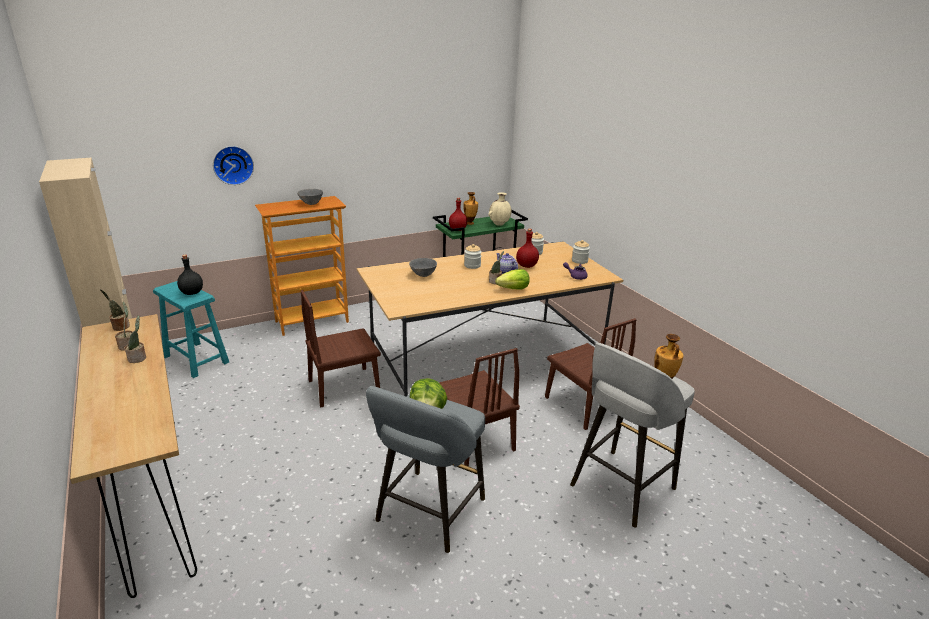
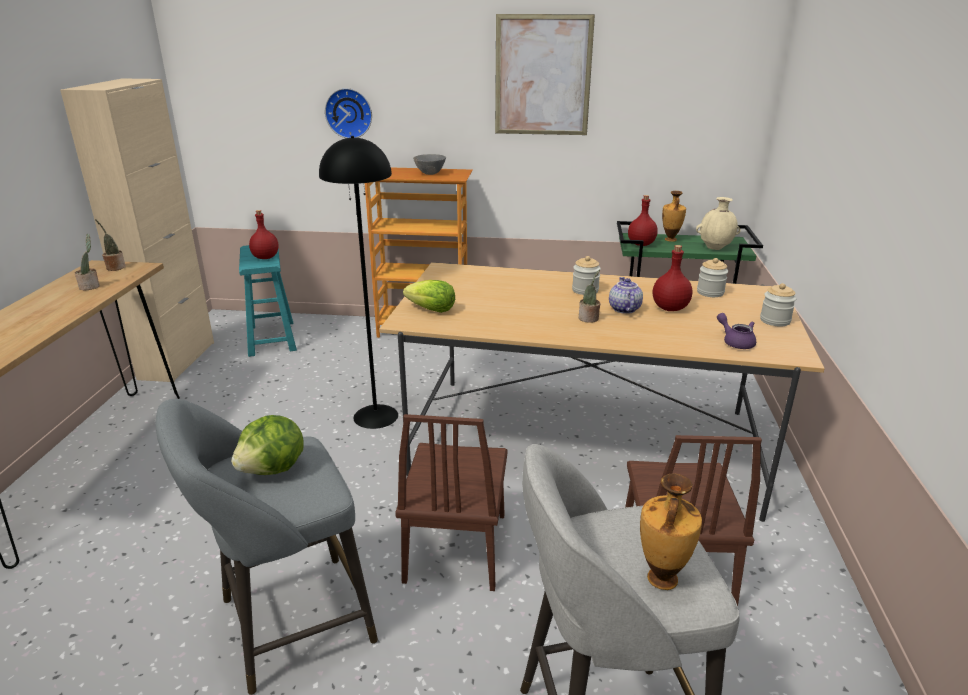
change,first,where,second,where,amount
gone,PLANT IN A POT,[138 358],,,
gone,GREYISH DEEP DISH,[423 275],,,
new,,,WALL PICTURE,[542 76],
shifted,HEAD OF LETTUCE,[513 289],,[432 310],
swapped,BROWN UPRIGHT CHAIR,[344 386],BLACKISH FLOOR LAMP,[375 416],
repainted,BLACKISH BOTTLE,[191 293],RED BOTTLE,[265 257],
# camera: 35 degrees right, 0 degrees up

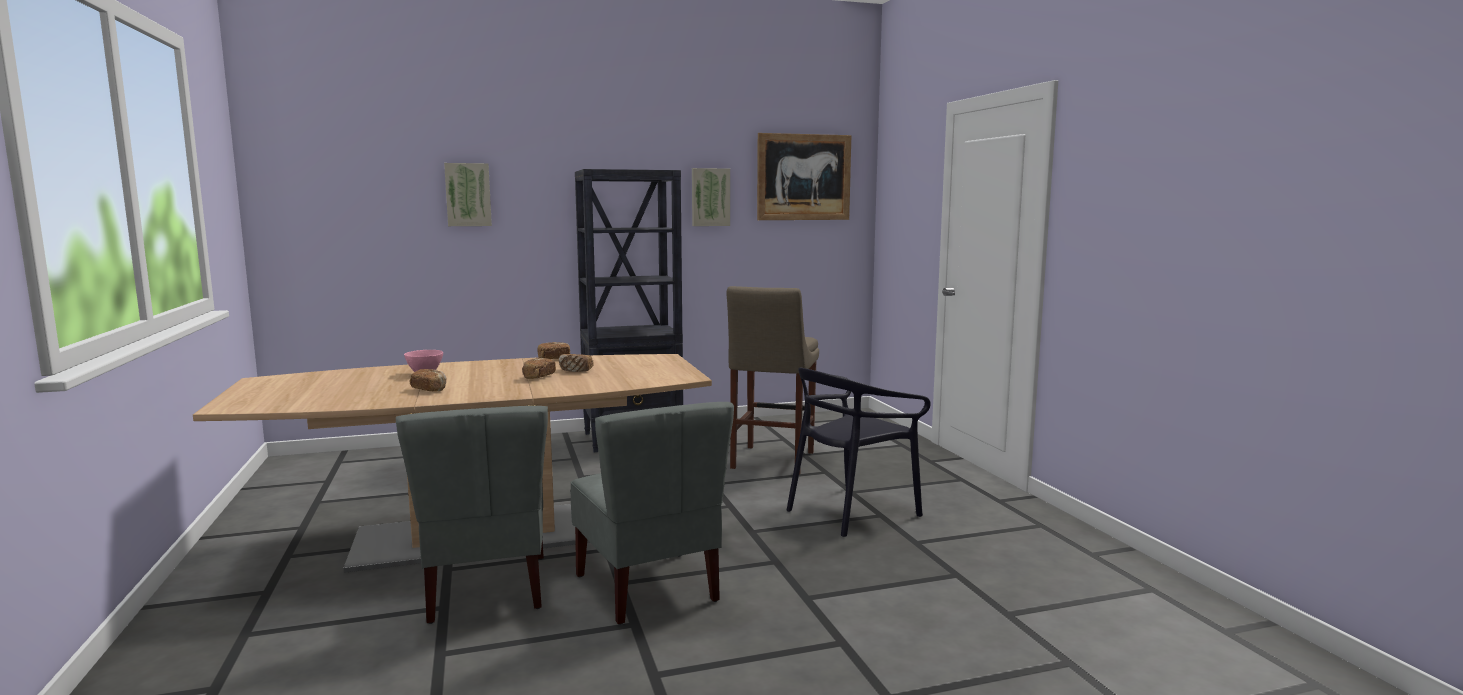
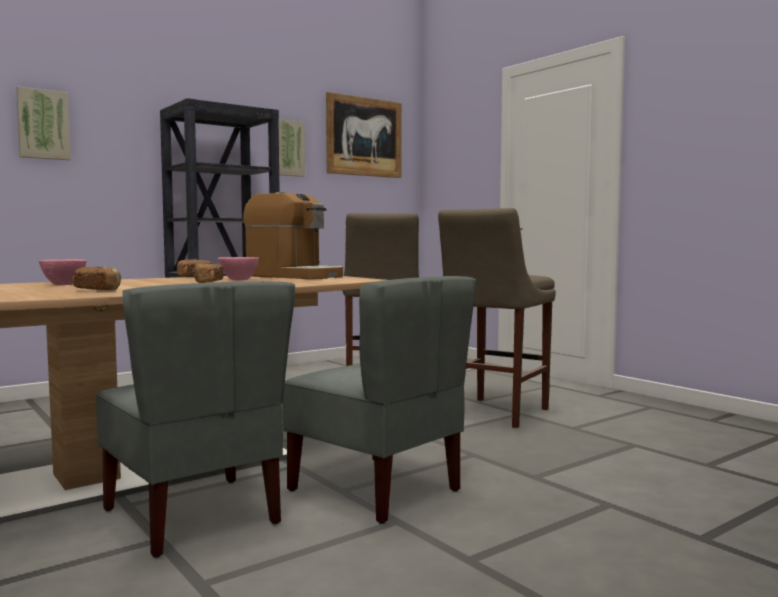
change,first,where,second,where,amount
new,,,COFFEE MACHINE,[295 276],
swapped,BREAD,[575 370],PINK-COLOURED DEEP DISH,[238 280],
swapped,BLACKISH UPRIGHT CHAIR,[851 511],BEIGE-COLOURED STOOL SEAT,[493 413],
# camera: 20 degrees left, 5 degrees down

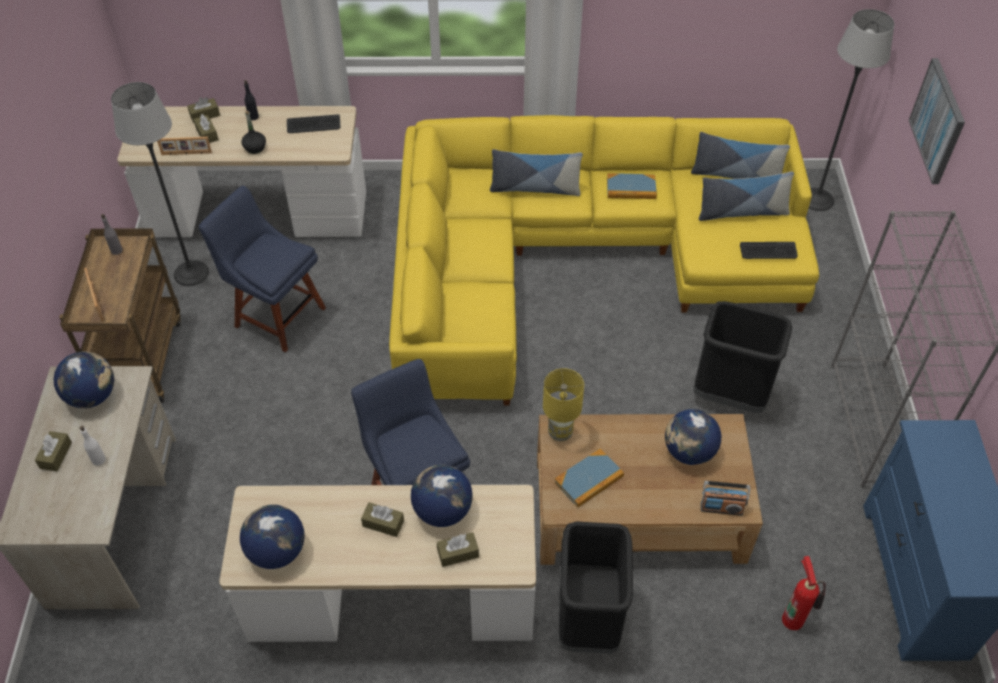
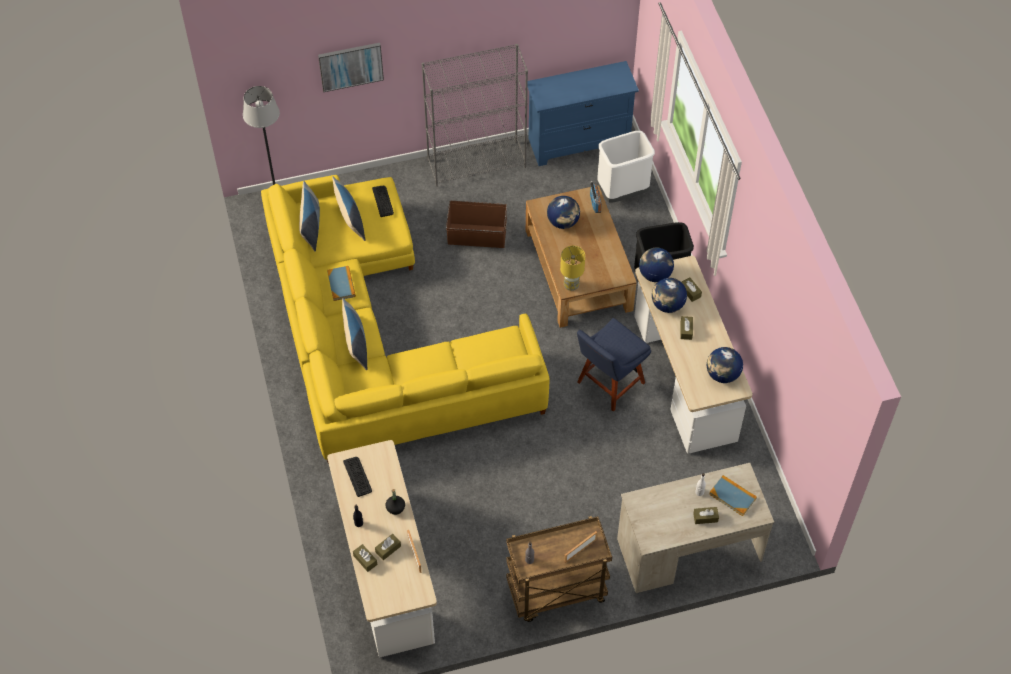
change,first,where,second,where,amount
gone,FLOOR LAMP,[191 273],,,
gone,BLUE-COLOURED UPRIGHT CHAIR,[276 315],,,
shifted,WORLD GLOBE,[92 396],,[654 275],
shifted,VOLUME,[589 479],,[732 496],
swapped,BLACKISH TRASH CAN,[730 395],BROWN STORAGE BIN,[476 235],
swapped,FIRE EXTINGUISHER,[794 618],WHITE-COLOURED TRASH CAN,[622 191],
# camera: 105 degrees left, 5 degrees up

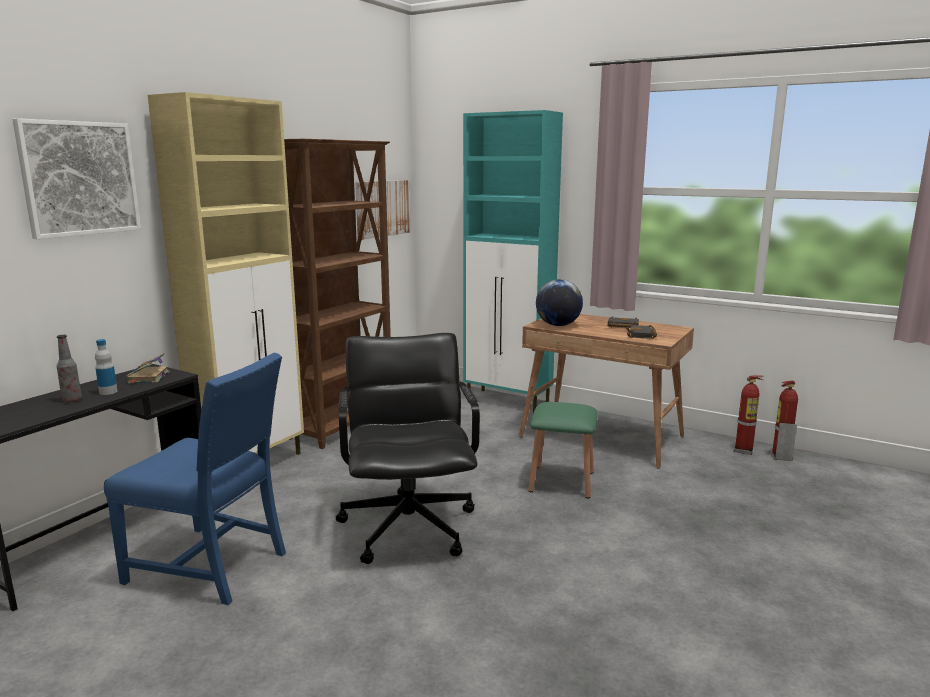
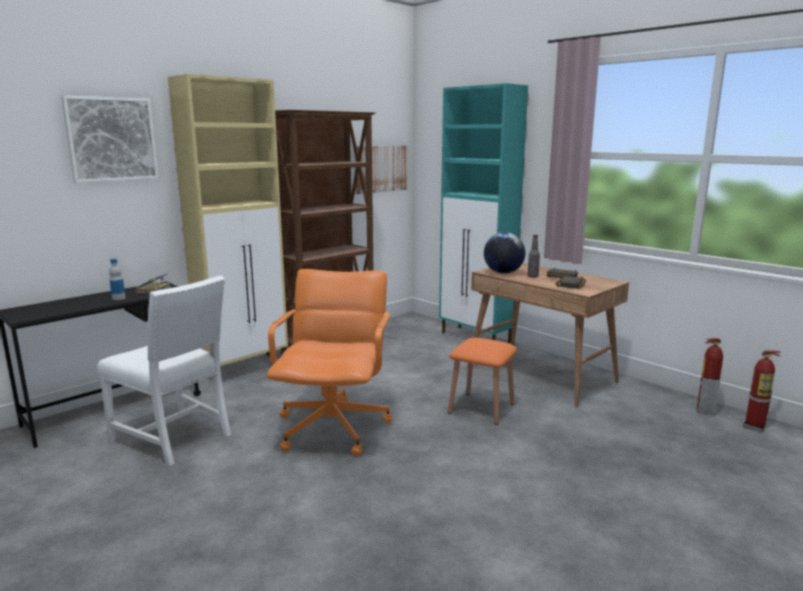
change,first,where,second,where,amount
shifted,BOTTLE,[72 400],,[532 276],
shifted,FIRE EXTINGUISHER,[744 450],,[754 427],
repainted,BLUE-COLOURED UPRIGHT CHAIR,[212 566],WHITE-COLOURED UPRIGHT CHAIR,[175 437],
repainted,BLACKISH COMPUTER CHAIR,[409 526],ORANGE COMPUTER CHAIR,[334 428],
repainted,GREEN STOOL SEAT,[561 481],ORANGE STOOL SEAT,[481 408],
# camera: 15 degrees right, 0 degrees up

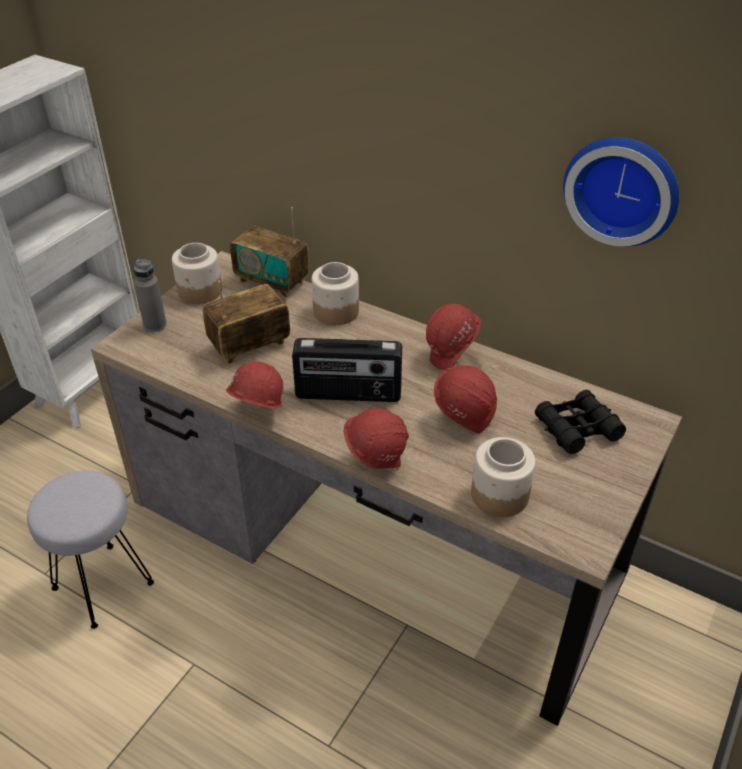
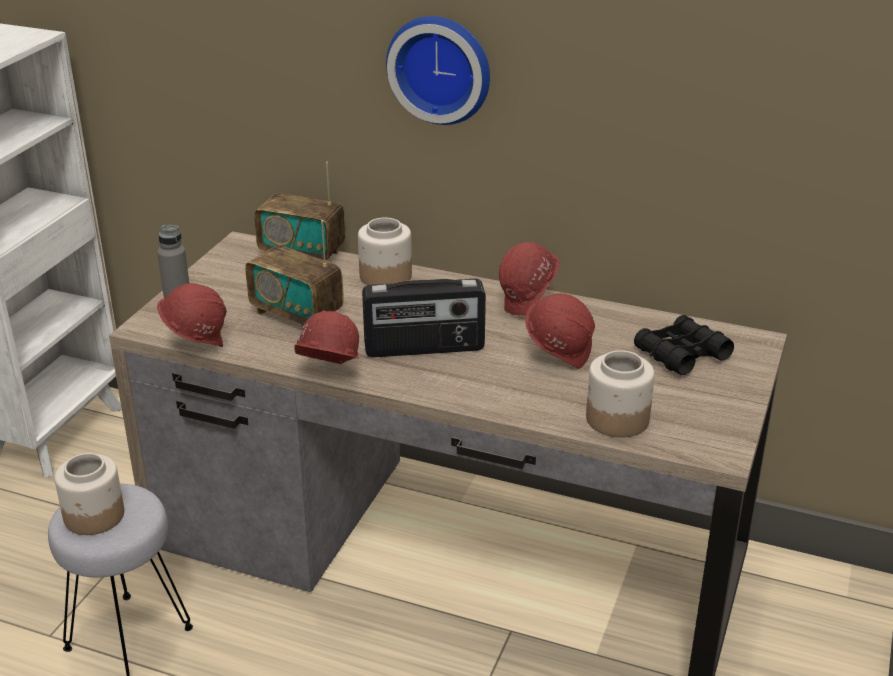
change,first,where,second,where,amount
shifted,STORAGE JAR,[200 291],,[94 516],
shifted,RED SAFETY HELMET,[375 462],,[196 346],
shifted,CLOCK ON THE WALL,[623 188],,[441 68],
rotated,RADIO,[249 345],,[297 315],105 degrees counterclockwise
# camera: 10 degrees left, 10 degrees down

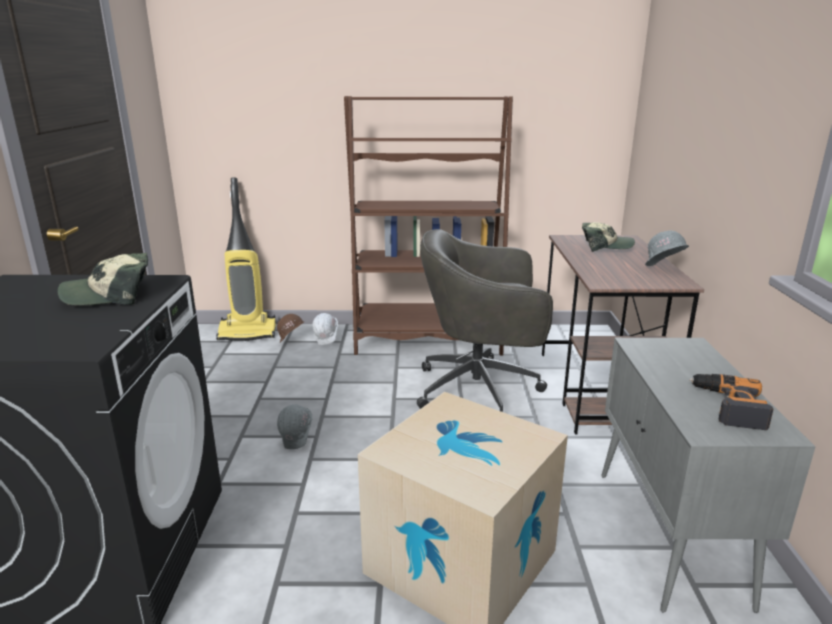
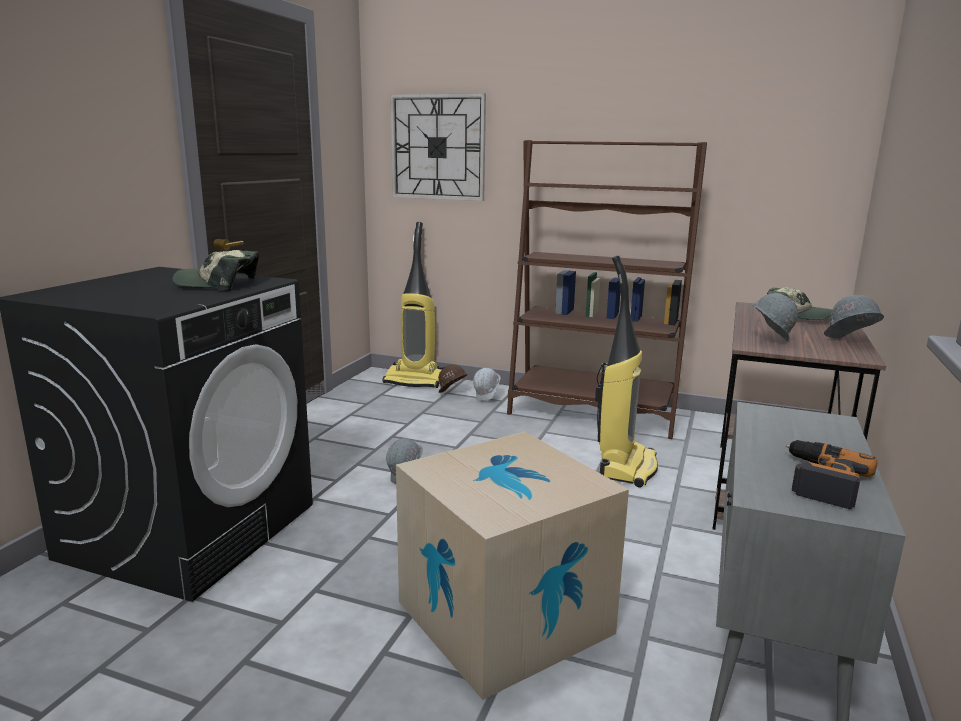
change,first,where,second,where,amount
new,,,CLOCK ON THE WALL,[438 147],
new,,,GREYISH SAFETY HELMET,[769 340],
swapped,GREYISH COMPUTER CHAIR,[481 389],VACUUM,[626 467],
# camera: 20 degrees right, 5 degrees down

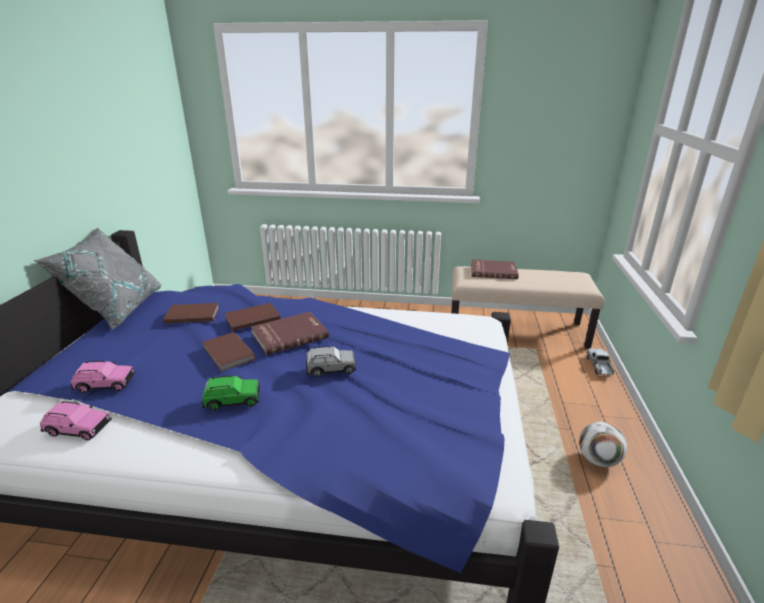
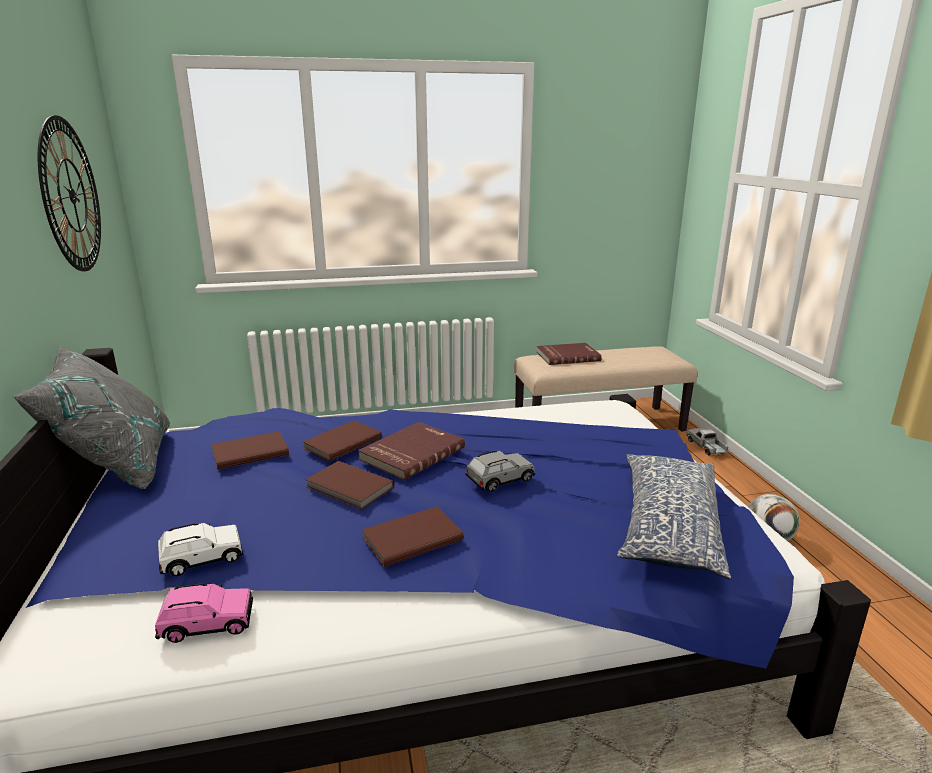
change,first,where,second,where,amount
new,,,CLOCK ON THE WALL,[71 195],
new,,,THROW PILLOW,[667 526],
swapped,GREEN MODEL CAR,[232 400],BROWN VOLUME,[410 538],
repainted,PINK-COLOURED MODEL CAR,[105 384],WHITE-COLOURED MODEL CAR,[202 559],
# camera: 20 degrees left, 5 degrees down

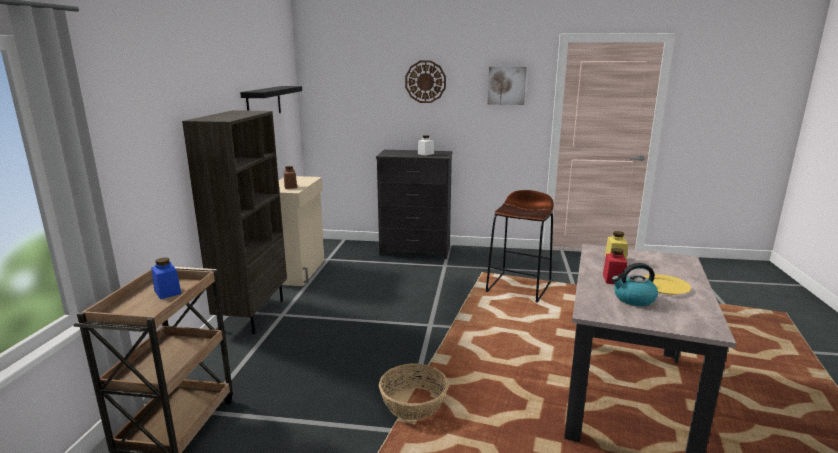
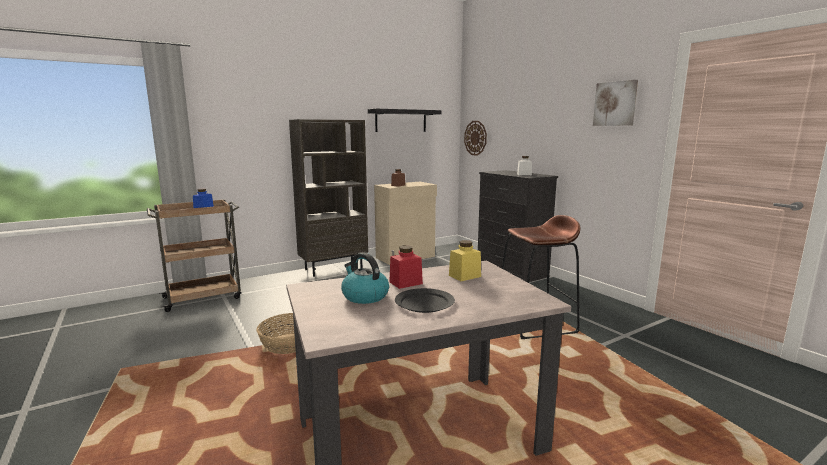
change,first,where,second,where,amount
shifted,CLOCK ON THE WALL,[425 82],,[475 138],
repainted,YELLOWISH DINNER PLATE,[664 287],BLACKISH DINNER PLATE,[424 303],
# camera: 50 degrees right, 5 degrees down

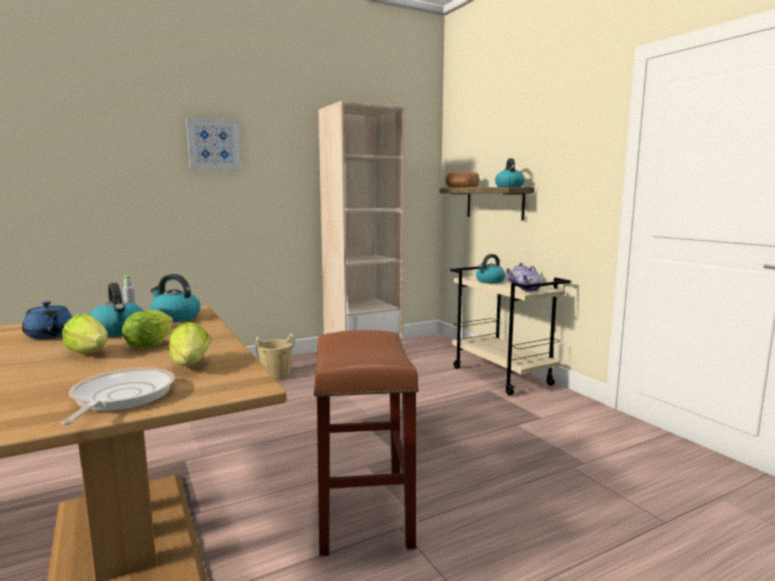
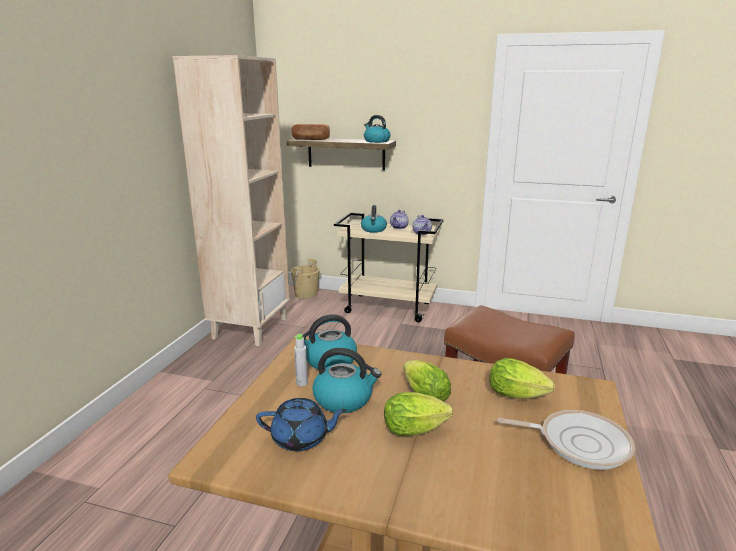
change,first,where,second,where,amount
gone,WALL PICTURE,[214 144],,,
shifted,BEIGE-COLOURED PAIL,[276 375],,[306 294],
rotated,PAN,[120 398],,[579 443],150 degrees clockwise
# camera: 45 degrees left, 10 degrees up

